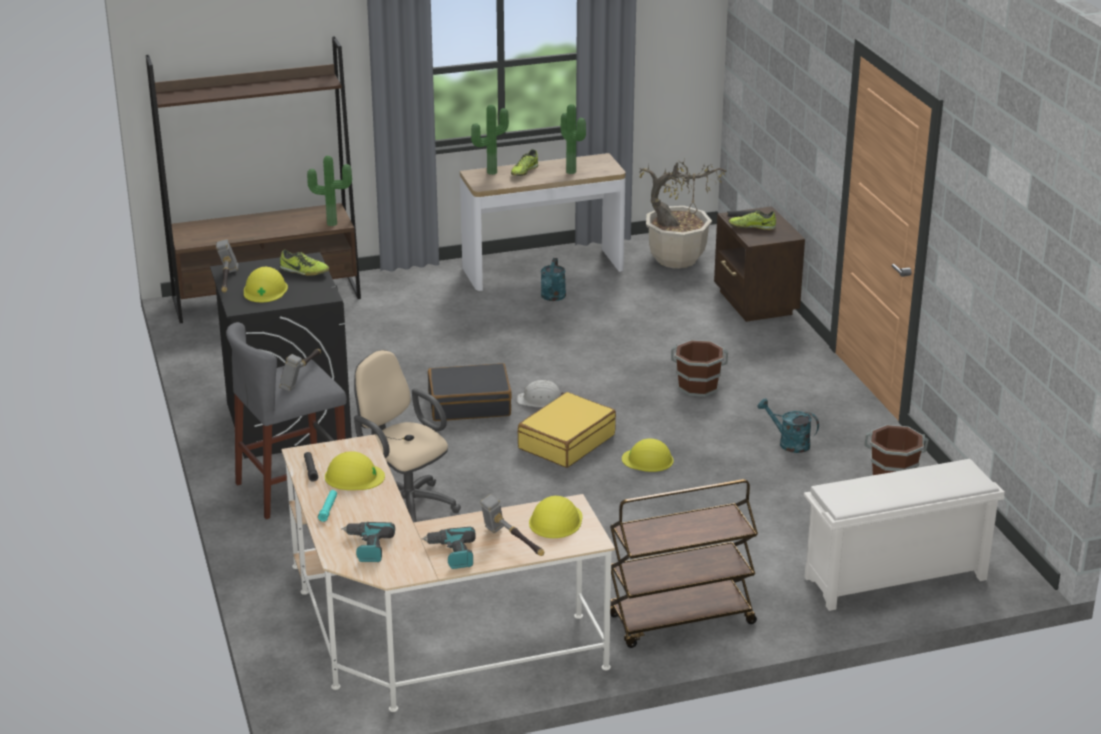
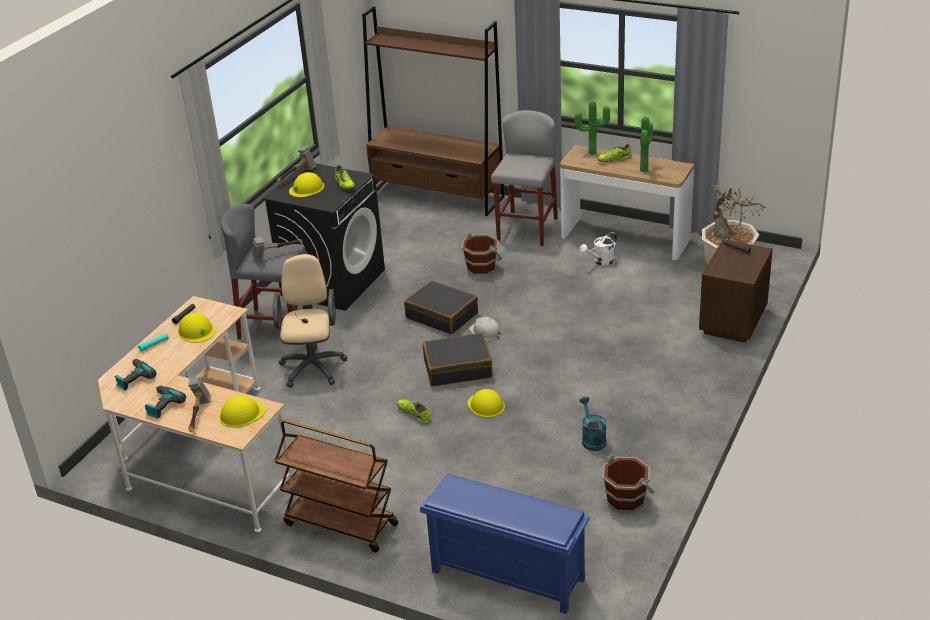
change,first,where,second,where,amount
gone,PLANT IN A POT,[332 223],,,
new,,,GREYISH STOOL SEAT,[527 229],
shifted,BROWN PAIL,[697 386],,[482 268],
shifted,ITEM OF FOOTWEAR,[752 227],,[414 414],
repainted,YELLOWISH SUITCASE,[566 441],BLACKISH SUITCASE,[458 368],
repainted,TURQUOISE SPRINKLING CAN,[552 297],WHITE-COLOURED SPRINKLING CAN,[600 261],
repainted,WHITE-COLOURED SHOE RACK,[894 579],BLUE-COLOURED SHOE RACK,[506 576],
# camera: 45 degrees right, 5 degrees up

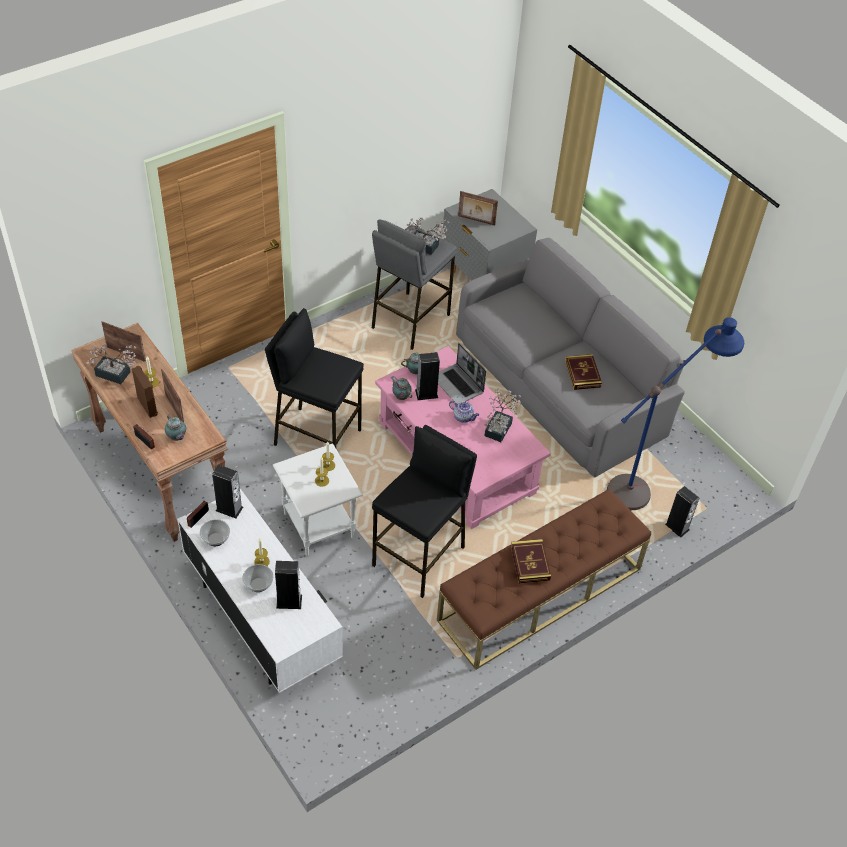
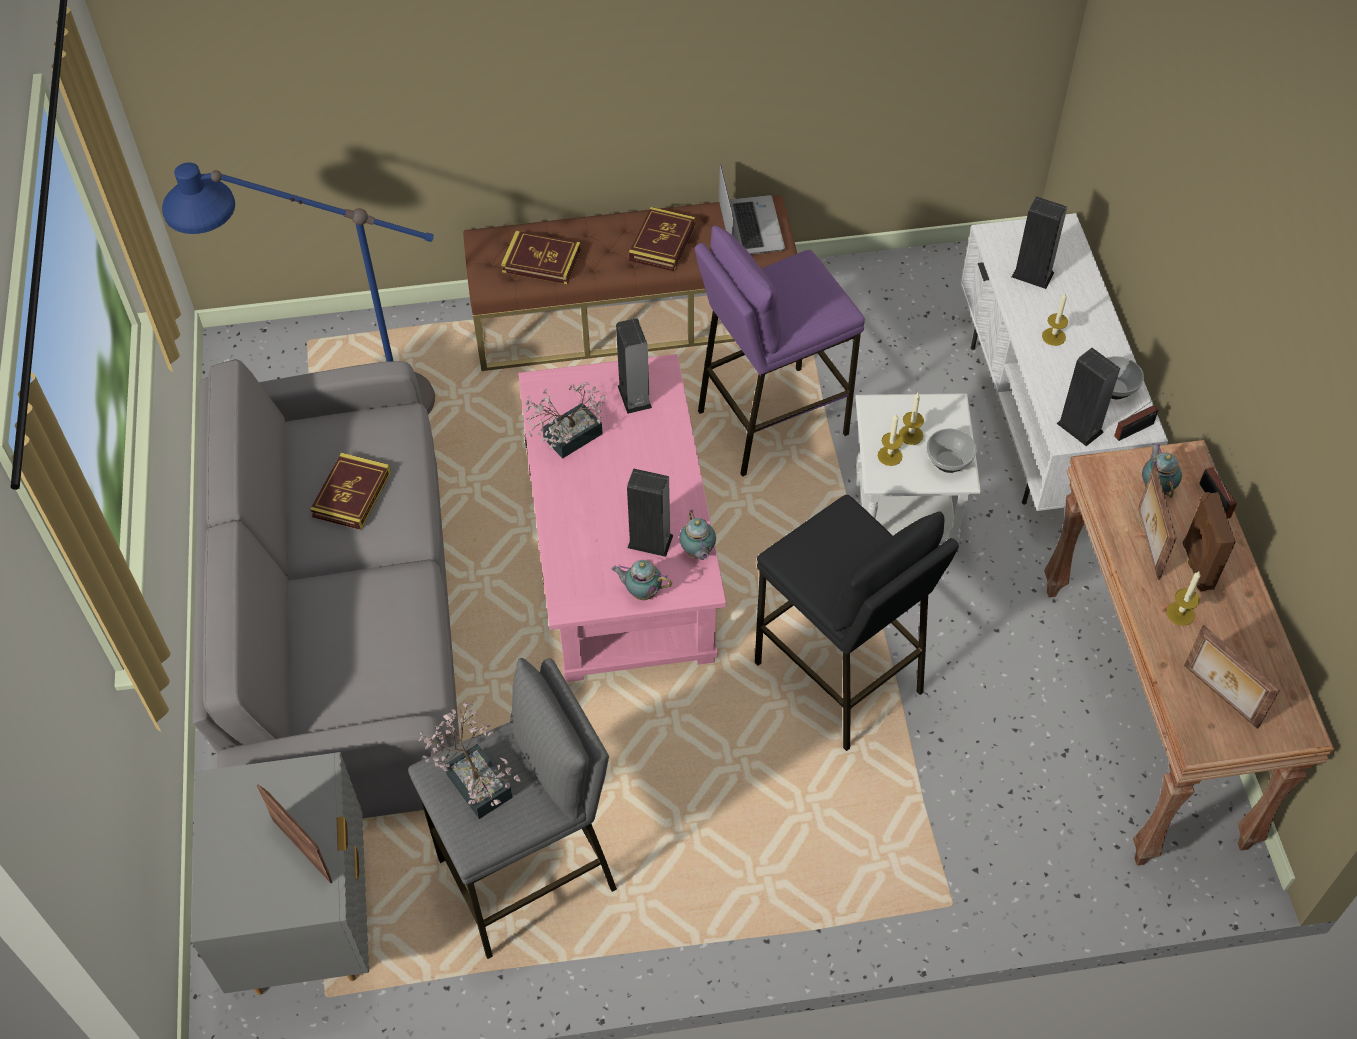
change,first,where,second,where,amount
gone,PLANT IN A POT,[116 375],,,
gone,POT FOR TEA,[463 417],,,
new,,,VOLUME,[541 261],
shifted,DEEP DISH,[258 585],,[948 461],
shifted,PORTABLE COMPUTER,[458 385],,[749 227],
shifted,AUDIO SPEAKER,[677 527],,[634 396],
repainted,BLACKISH STOOL SEAT,[420 557],PURPLE STOOL SEAT,[771 421],
# camera: 150 degrees left, 5 degrees up

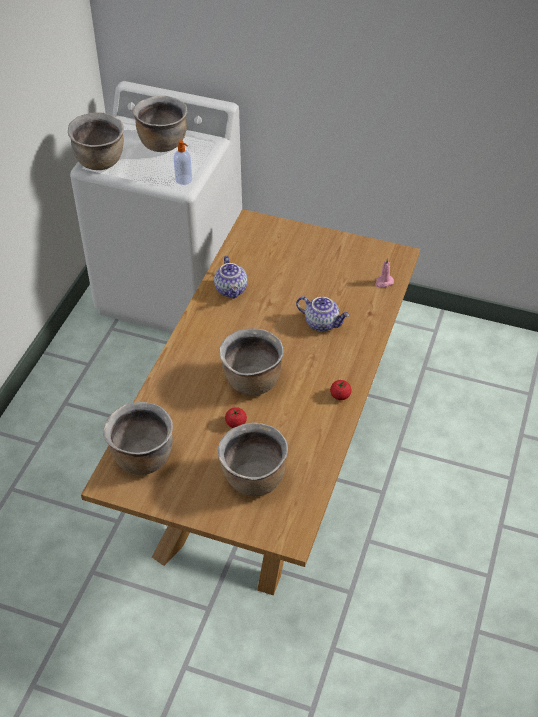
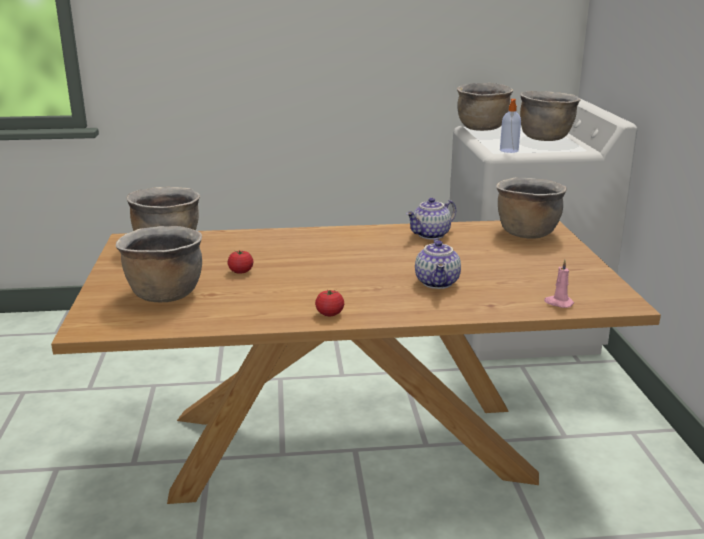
change,first,where,second,where,amount
shifted,BROWN COOKING POT,[251 381],,[526 233],
# camera: 65 degrees right, 25 degrees down

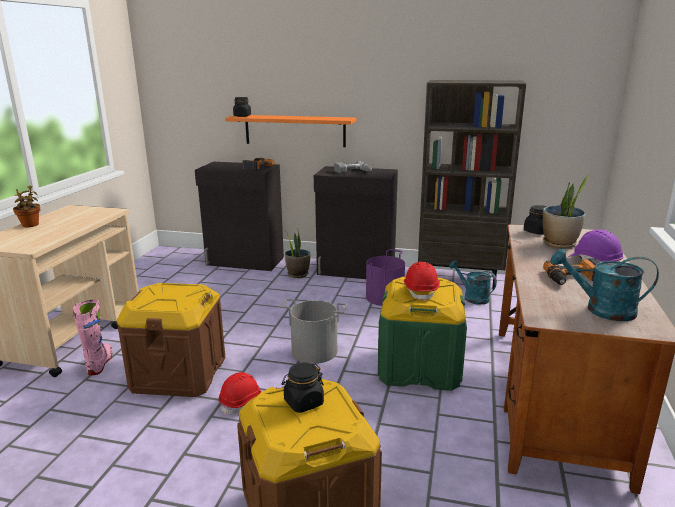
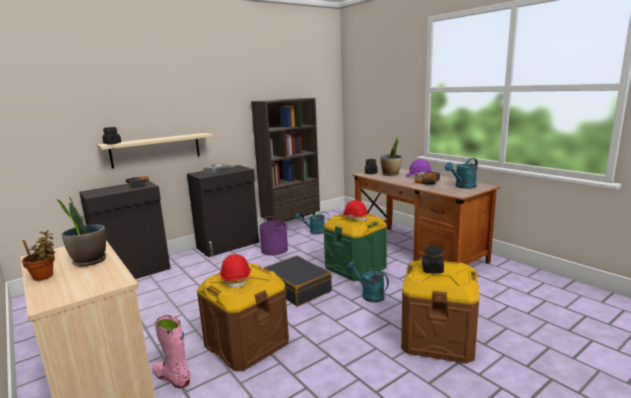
change,first,where,second,where,amount
new,,,TURQUOISE SPRINKLING CAN,[369 295],
shifted,RED SAFETY HELMET,[242 402],,[236 279],
shifted,PLANT IN A POT,[297 274],,[89 261],
swapped,GREYISH PAIL,[314 351],BLACKISH SUITCASE,[297 288],
repainted,ORANGE BRACKET SHELF,[294 130],BEIGE-COLOURED BRACKET SHELF,[156 150],
# camera: 50 degrees left, 5 degrees down

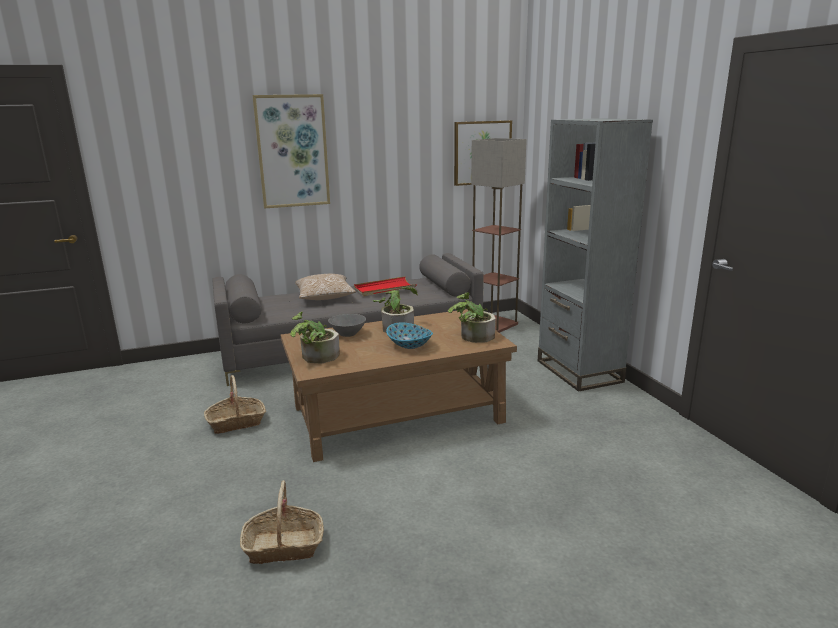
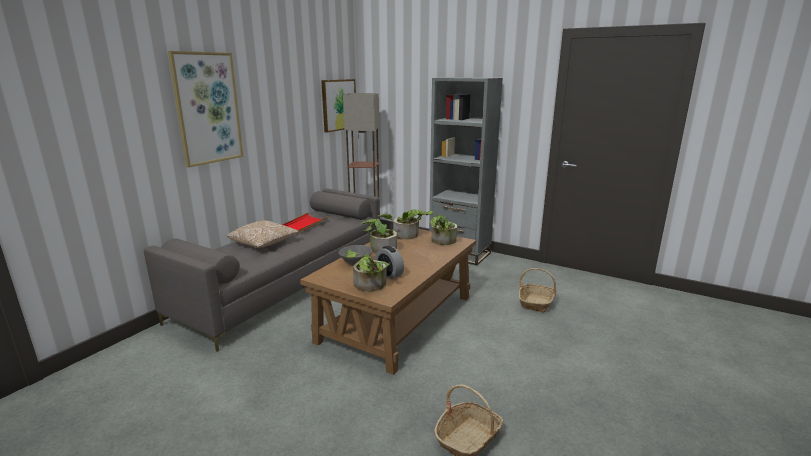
change,first,where,second,where,amount
gone,DEEP DISH,[410 345],,,
new,,,BEDSIDE CLOCK,[389 274],
new,,,PLANT IN A POT,[409 235],
shifted,BASKET,[236 422],,[536 302],
# camera: 40 degrees left, 0 degrees up

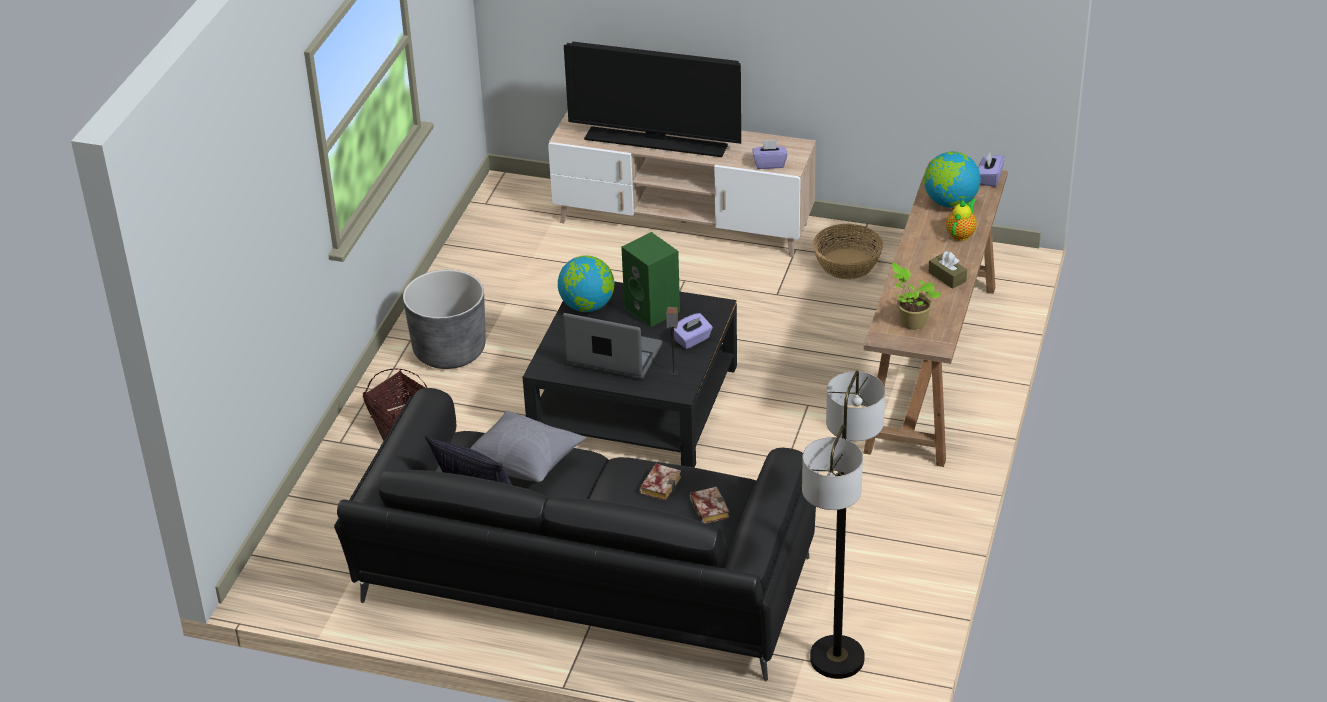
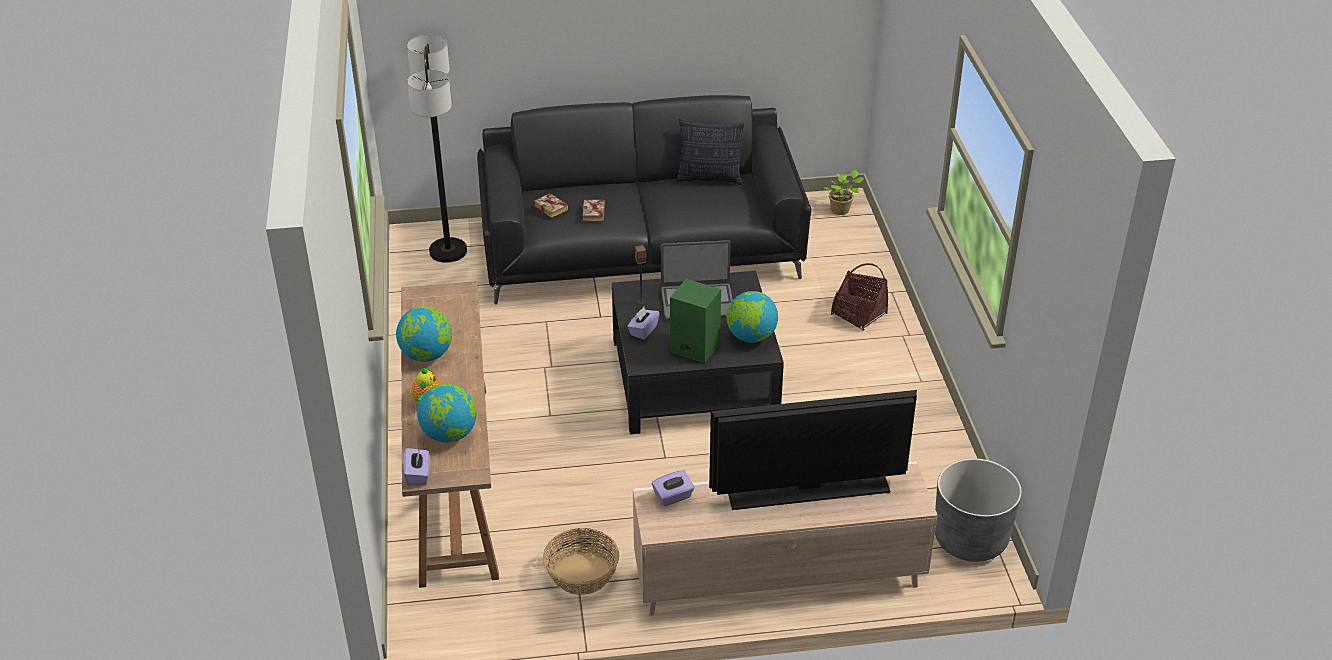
change,first,where,second,where,amount
gone,GREYISH THROW PILLOW,[526 464],,,
shifted,GREYISH PLANTER,[449 350],,[970 539],
shifted,PLANT IN A POT,[911 321],,[841 210],
swapped,BROWN TISSUE HOLDER,[947 277],WORLD GLOBE,[427 355],
# camera: 155 degrees right, 0 degrees up

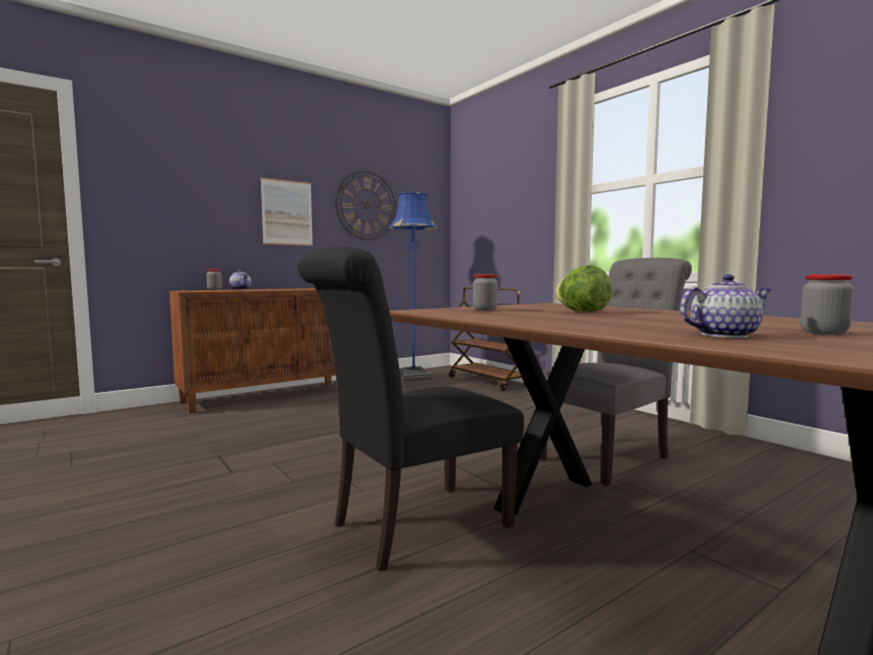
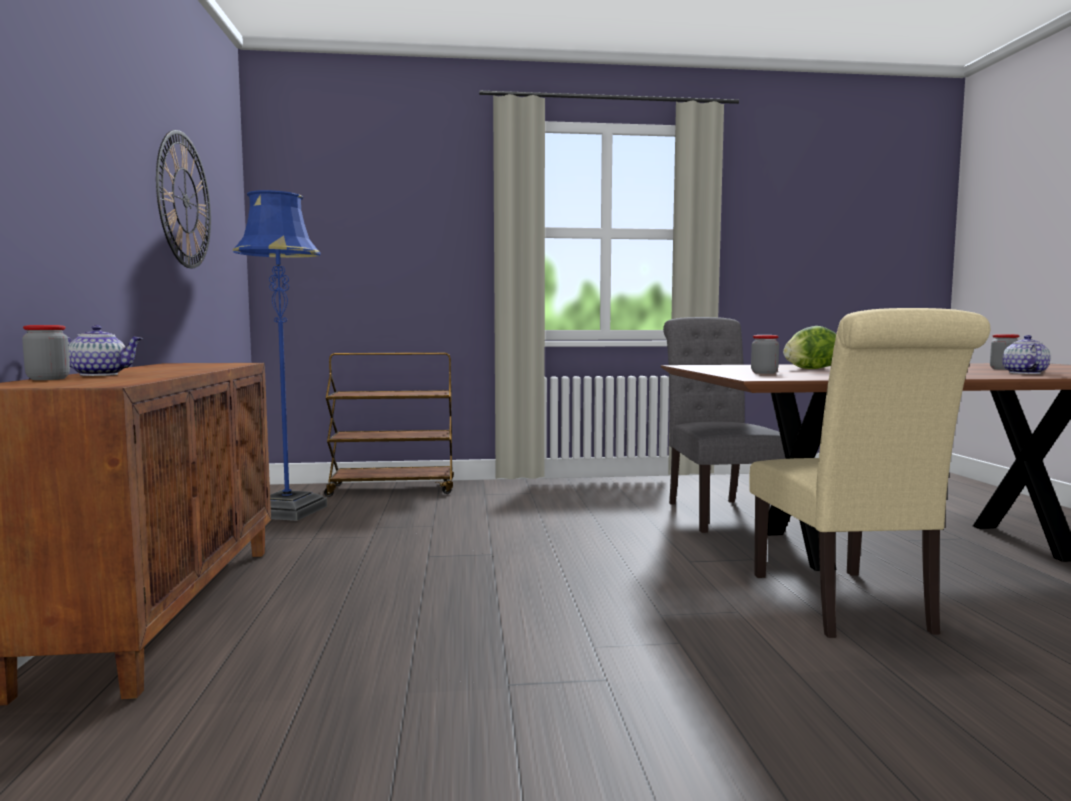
change,first,where,second,where,amount
gone,WALL PICTURE,[287 212],,,
repainted,BLACKISH UPRIGHT CHAIR,[412 527],BEIGE-COLOURED UPRIGHT CHAIR,[846 606],
# camera: 60 degrees left, 0 degrees up

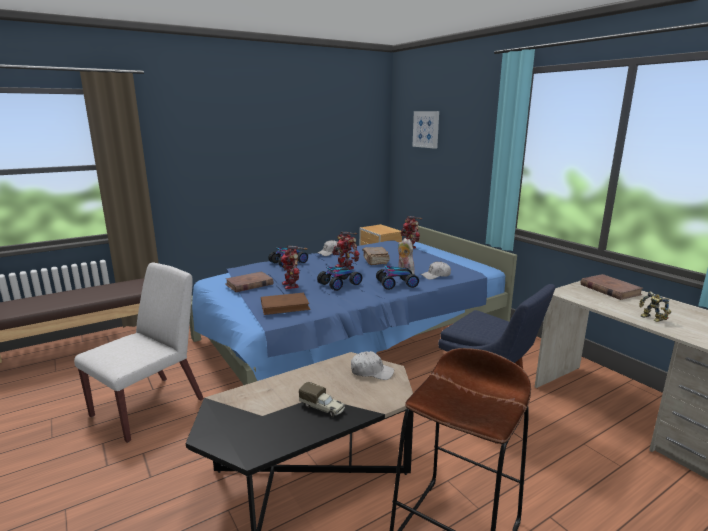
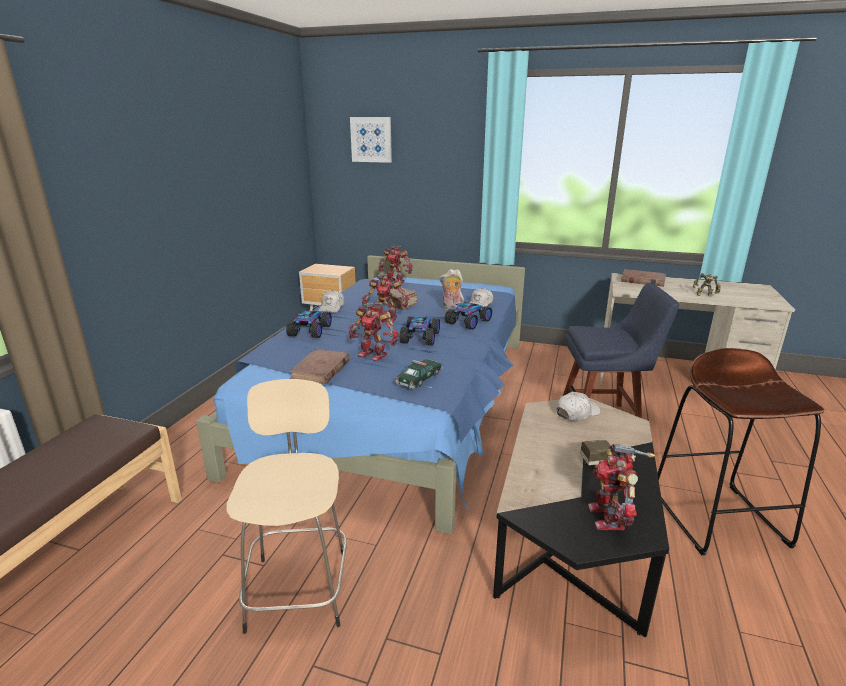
change,first,where,second,where,amount
new,,,ROBOT FIGURE,[609 517],
swapped,WHITE-COLOURED UPRIGHT CHAIR,[149 407],BEIGE-COLOURED STOOL SEAT,[299 587],
swapped,BROWN VOLUME,[285 306],MODEL CAR,[419 379],
# camera: 40 degrees left, 5 degrees up

